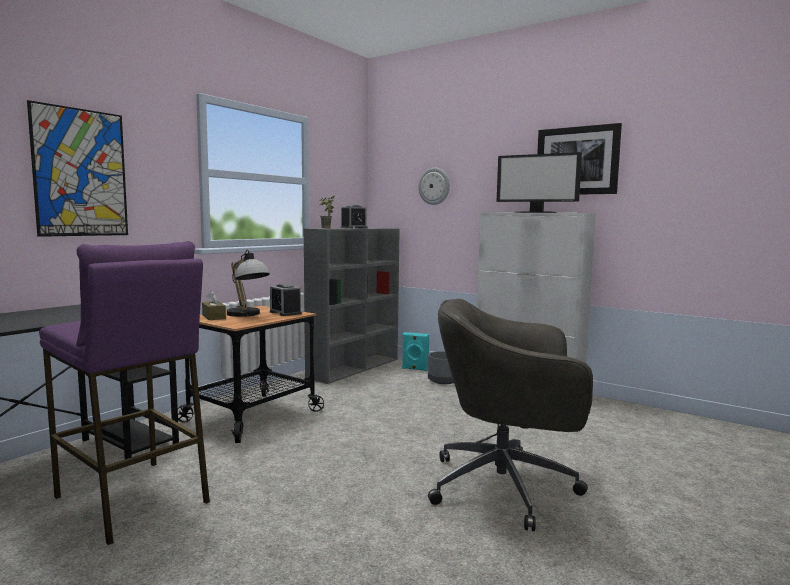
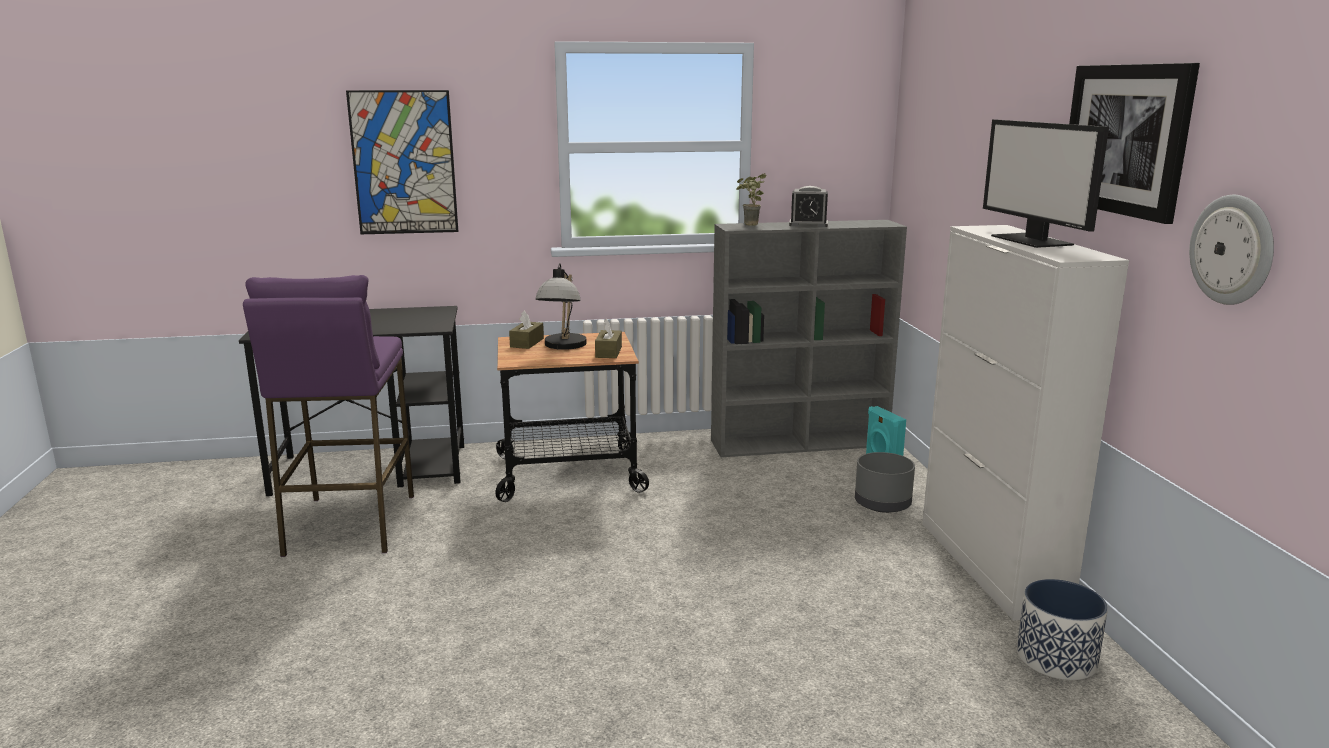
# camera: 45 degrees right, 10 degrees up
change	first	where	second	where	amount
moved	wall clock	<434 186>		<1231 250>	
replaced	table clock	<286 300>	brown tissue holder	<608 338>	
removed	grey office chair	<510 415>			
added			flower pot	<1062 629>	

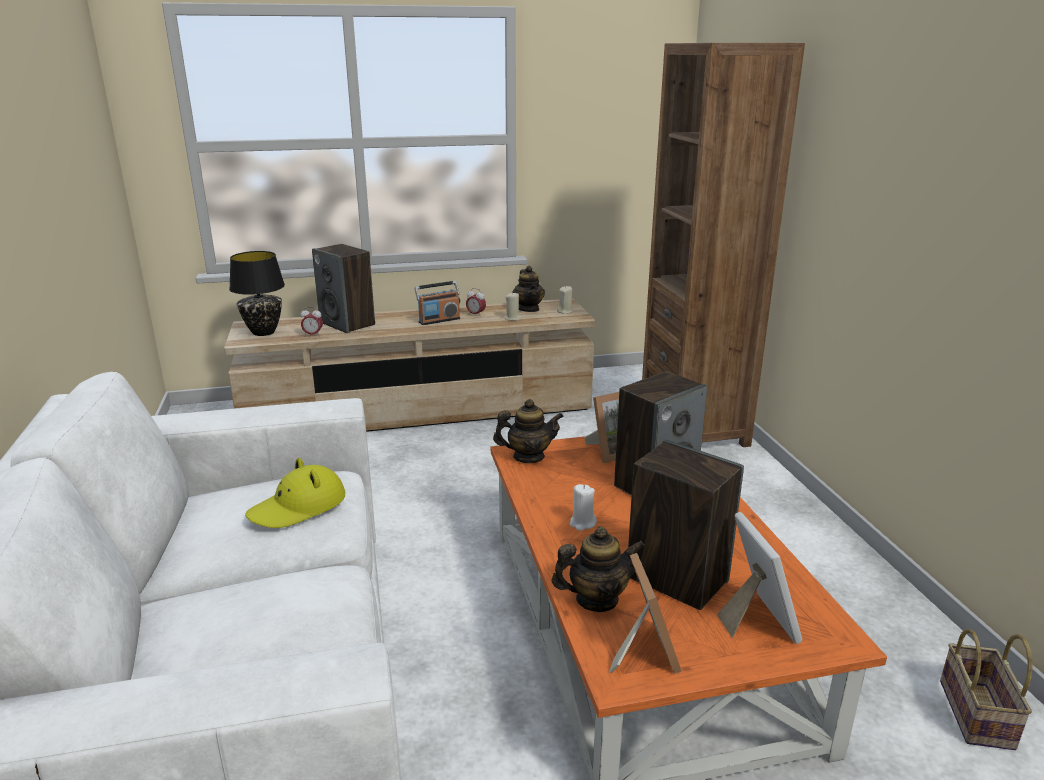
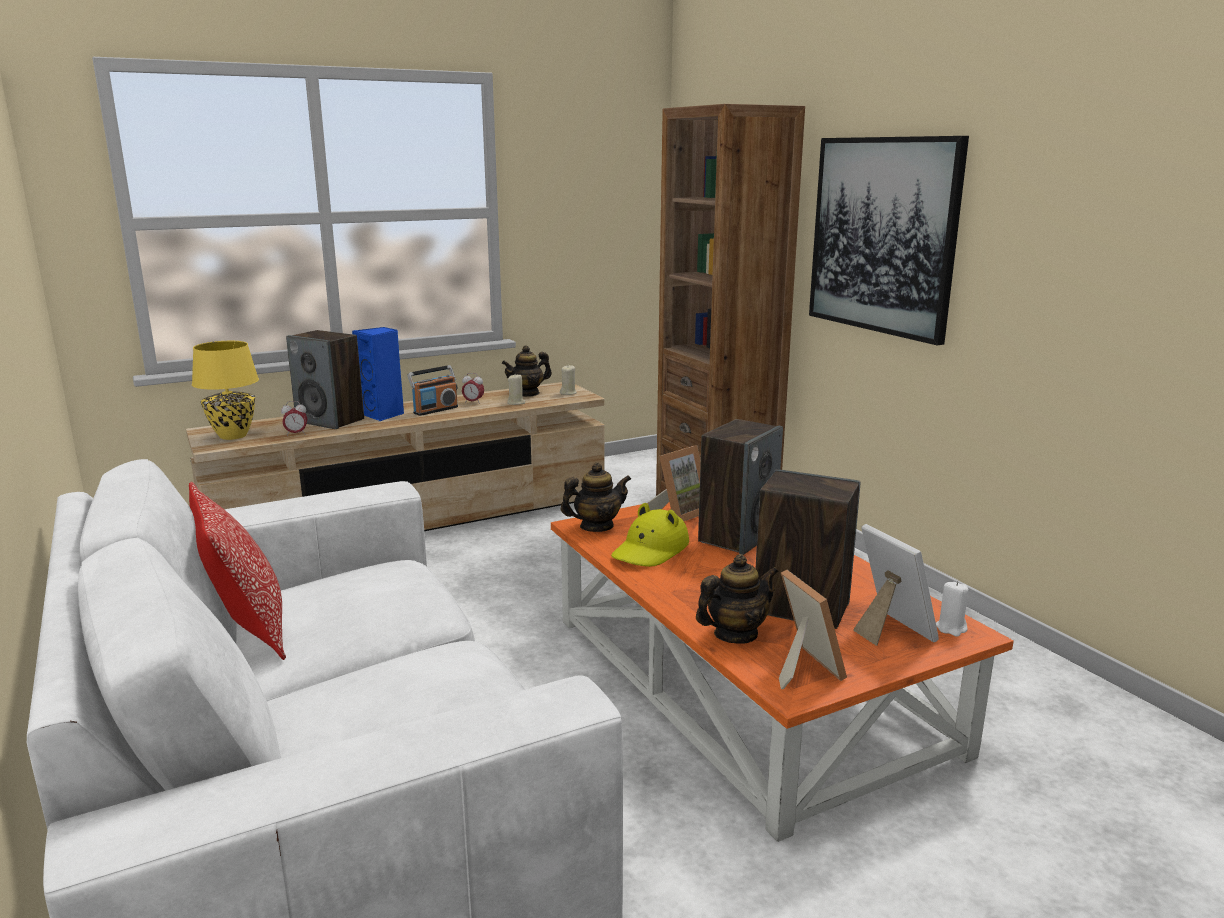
# camera: 15 degrees left, 5 degrees down
change	first	where	second	where	amount
recoloured	blackish lamp for a table	<257 293>	yellowish lamp for a table	<225 390>	
turned	tea pot	<529 289>		<527 371>	90 degrees clockwise
moved	yellowish clothing hat	<295 493>		<650 535>	
moved	white-coloured wax light	<583 507>		<952 608>	
removed	basket	<986 689>			
added			wall picture	<889 240>	
added			blue-coloured audio speaker	<378 374>	
added			cushion	<237 571>	

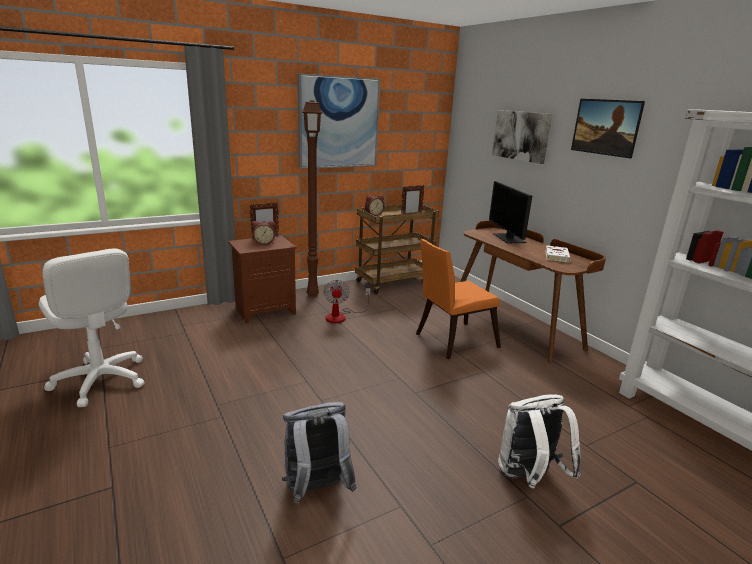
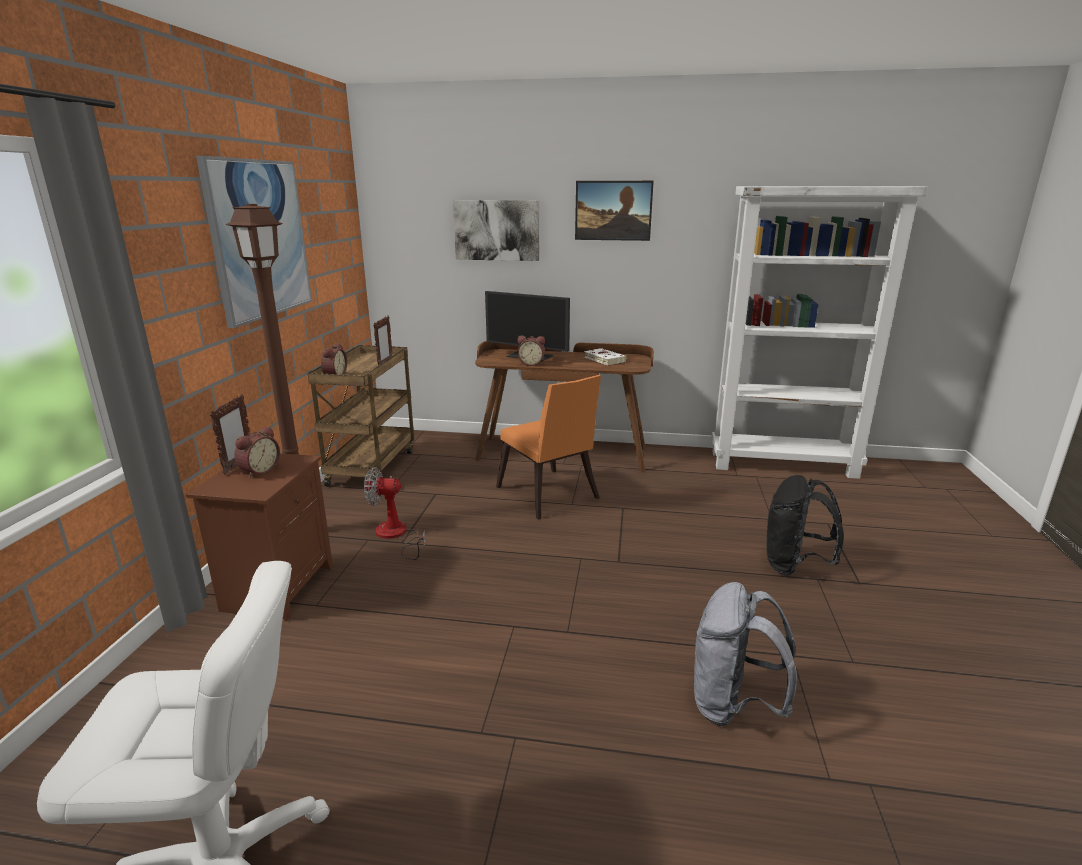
# camera: 50 degrees left, 0 degrees up
change	first	where	second	where	amount
turned	orangey plain chair	<458 299>		<548 447>	45 degrees counterclockwise
turned	cooling fan	<347 301>		<395 513>	150 degrees clockwise
recoloured	white-coloured backpack	<539 441>	blackish backpack	<805 525>	
added			table clock	<531 351>	

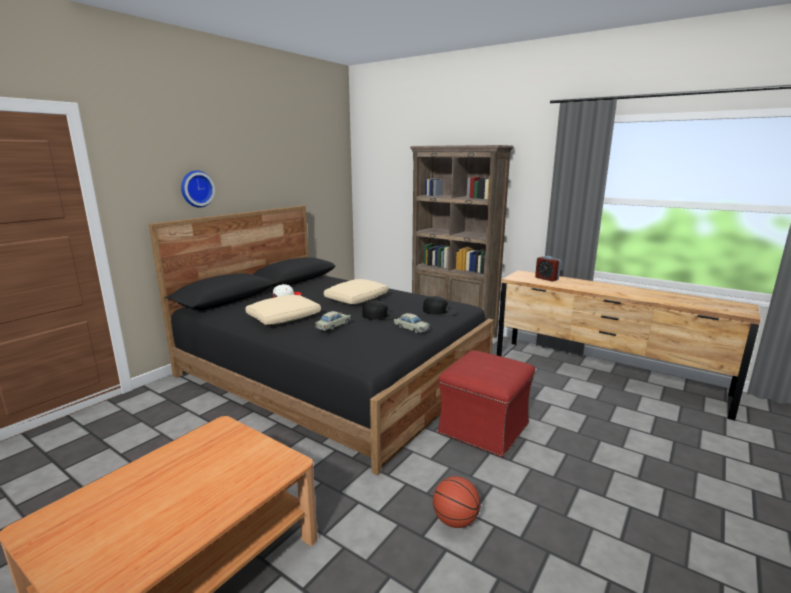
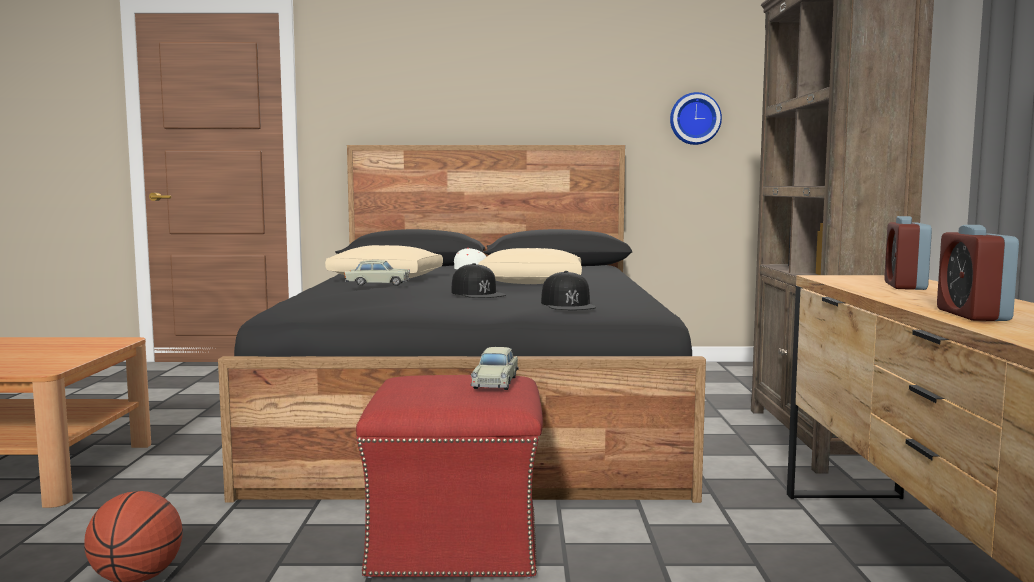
# camera: 55 degrees right, 10 degrees down
change	first	where	second	where	amount
moved	wall clock	<198 188>		<696 118>	
moved	beige toy car	<412 323>		<494 368>	
added			table clock	<978 273>	

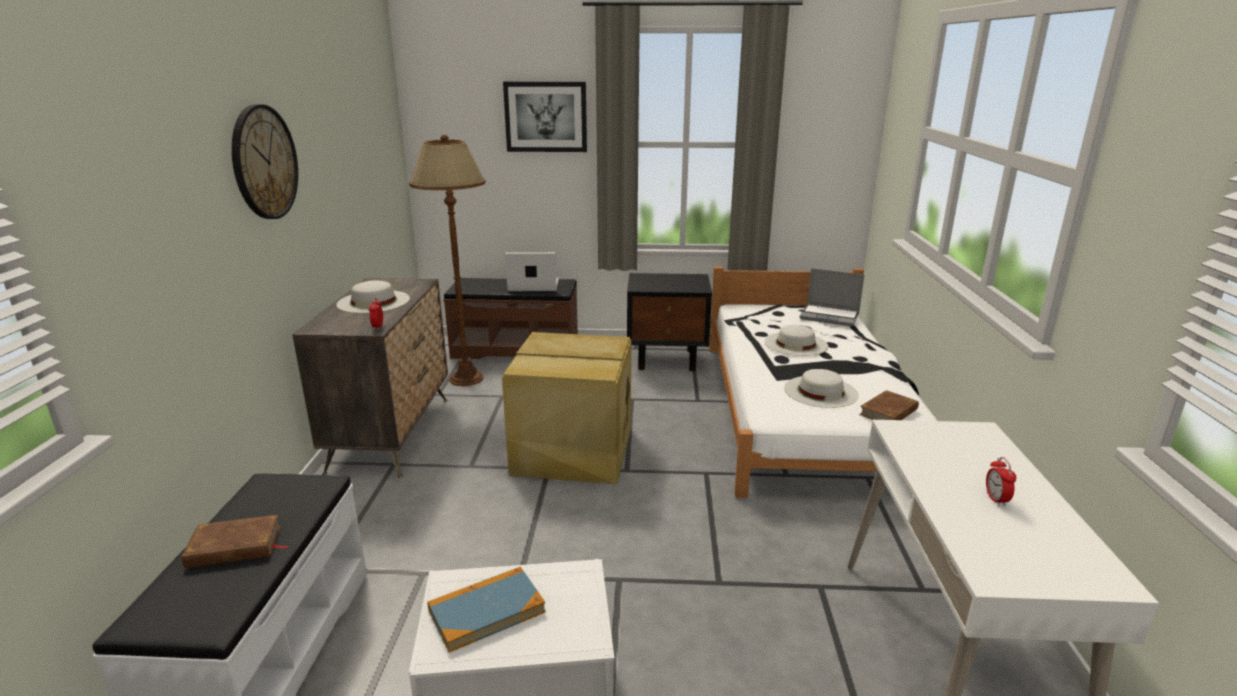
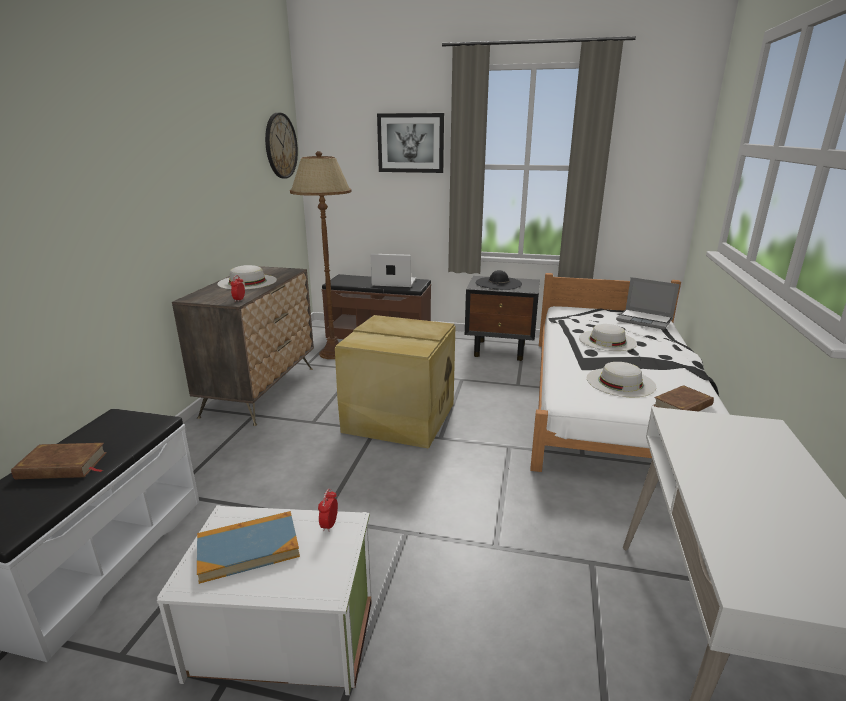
# camera: 10 degrees right, 0 degrees up
change	first	where	second	where	amount
moved	wall clock	<265 161>		<281 145>	
moved	table clock	<1001 481>		<328 510>	
added			blackish clothing hat	<499 280>	

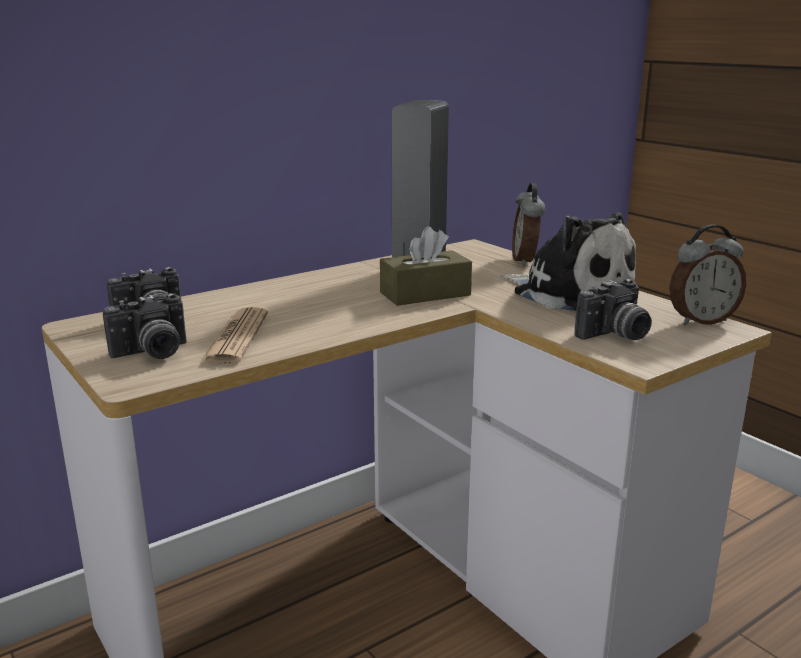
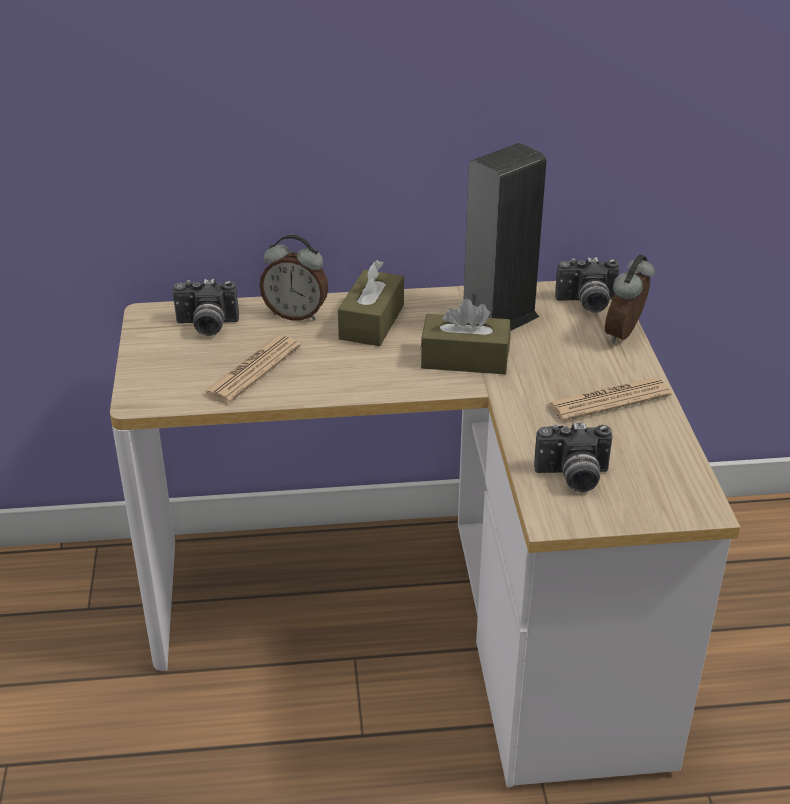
# camera: 30 degrees right, 15 degrees up
change	first	where	second	where	amount
replaced	plush toy	<569 261>	daily paper	<609 399>	
moved	table clock	<707 275>		<294 277>	
moved	photo camera	<145 326>		<587 285>	
added			brown tissue holder	<371 303>	

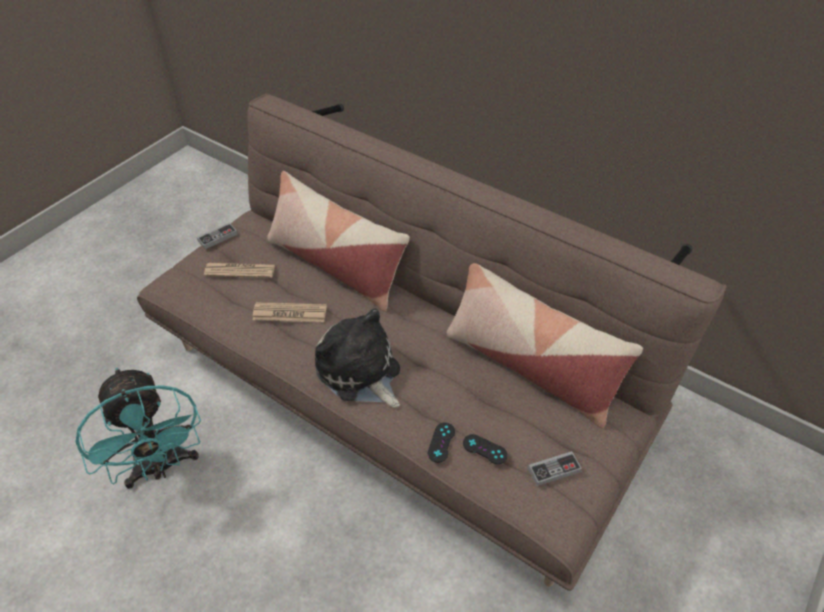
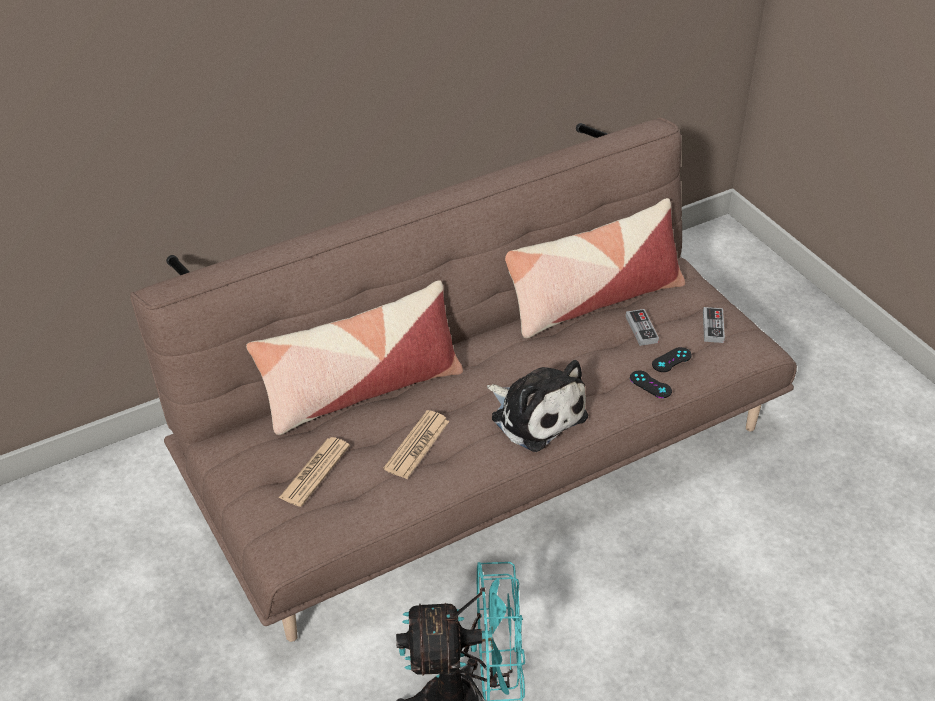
# camera: 65 degrees left, 5 degrees down
change	first	where	second	where	amount
moved	game controller	<217 236>		<642 327>	
turned	plush toy	<357 358>		<537 406>	120 degrees counterclockwise

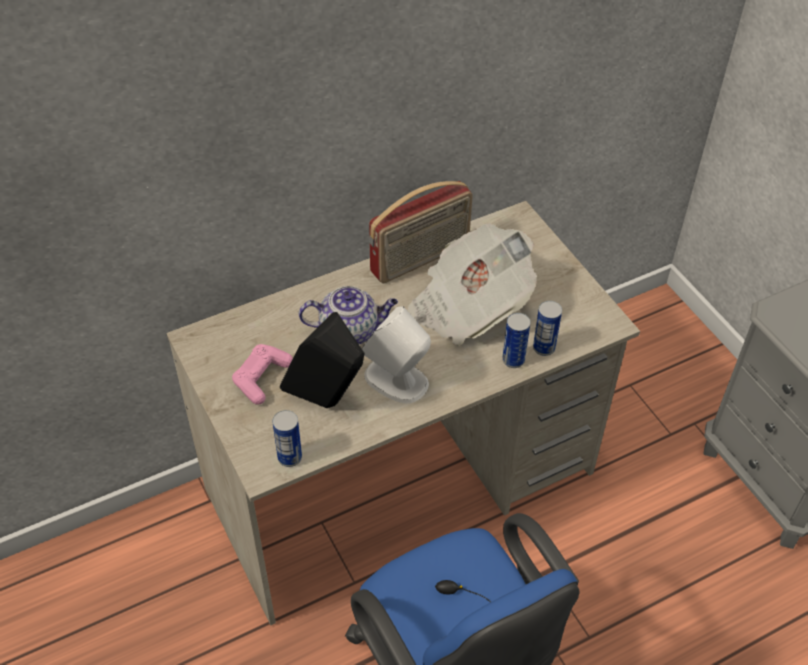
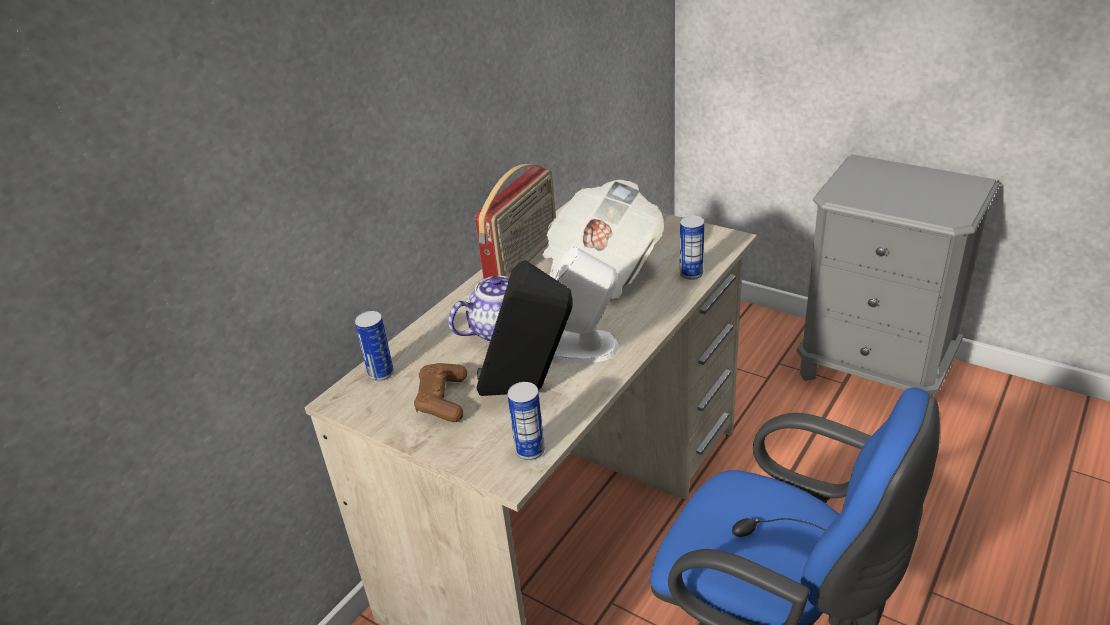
# camera: 25 degrees left, 15 degrees down
change	first	where	second	where	amount
moved	metal can	<516 340>		<374 346>	
recoloured	pinkish game controller	<262 374>	brown game controller	<440 392>	

